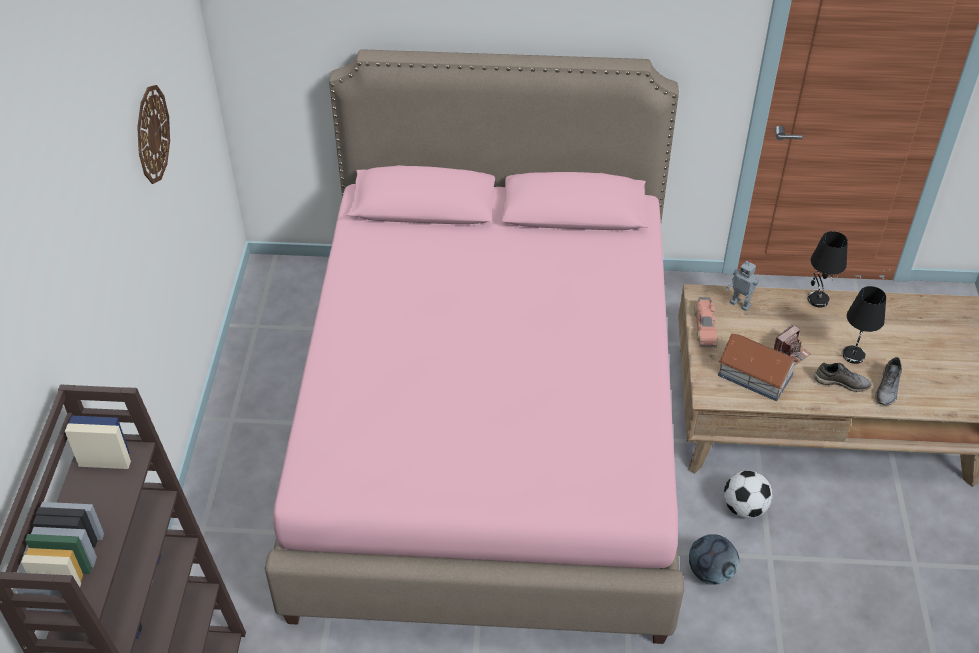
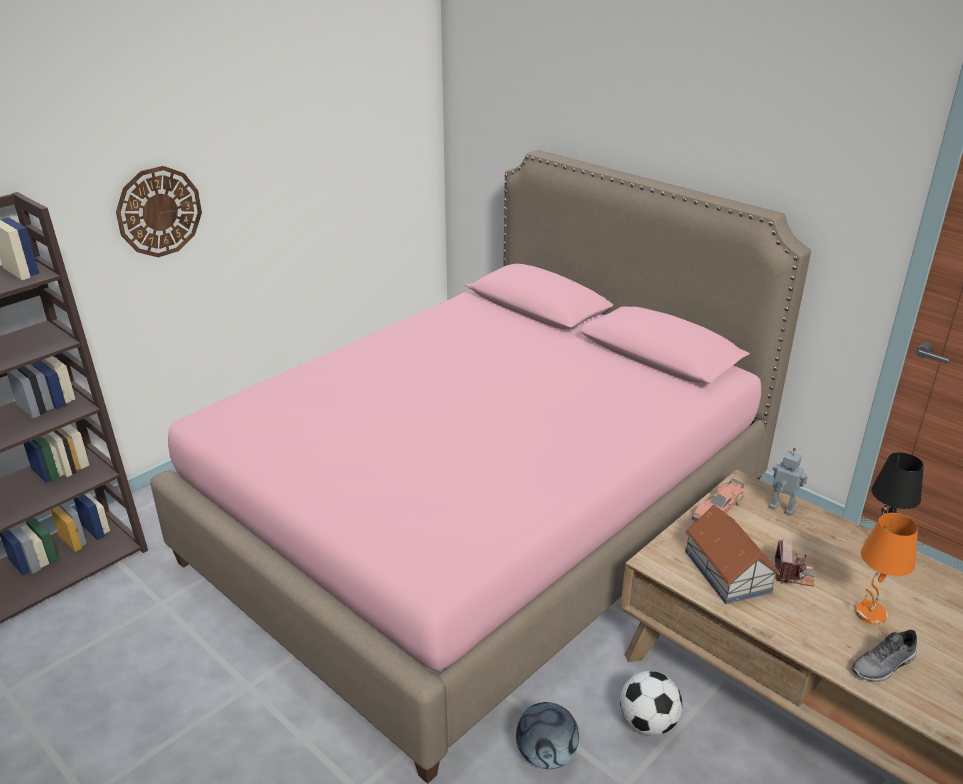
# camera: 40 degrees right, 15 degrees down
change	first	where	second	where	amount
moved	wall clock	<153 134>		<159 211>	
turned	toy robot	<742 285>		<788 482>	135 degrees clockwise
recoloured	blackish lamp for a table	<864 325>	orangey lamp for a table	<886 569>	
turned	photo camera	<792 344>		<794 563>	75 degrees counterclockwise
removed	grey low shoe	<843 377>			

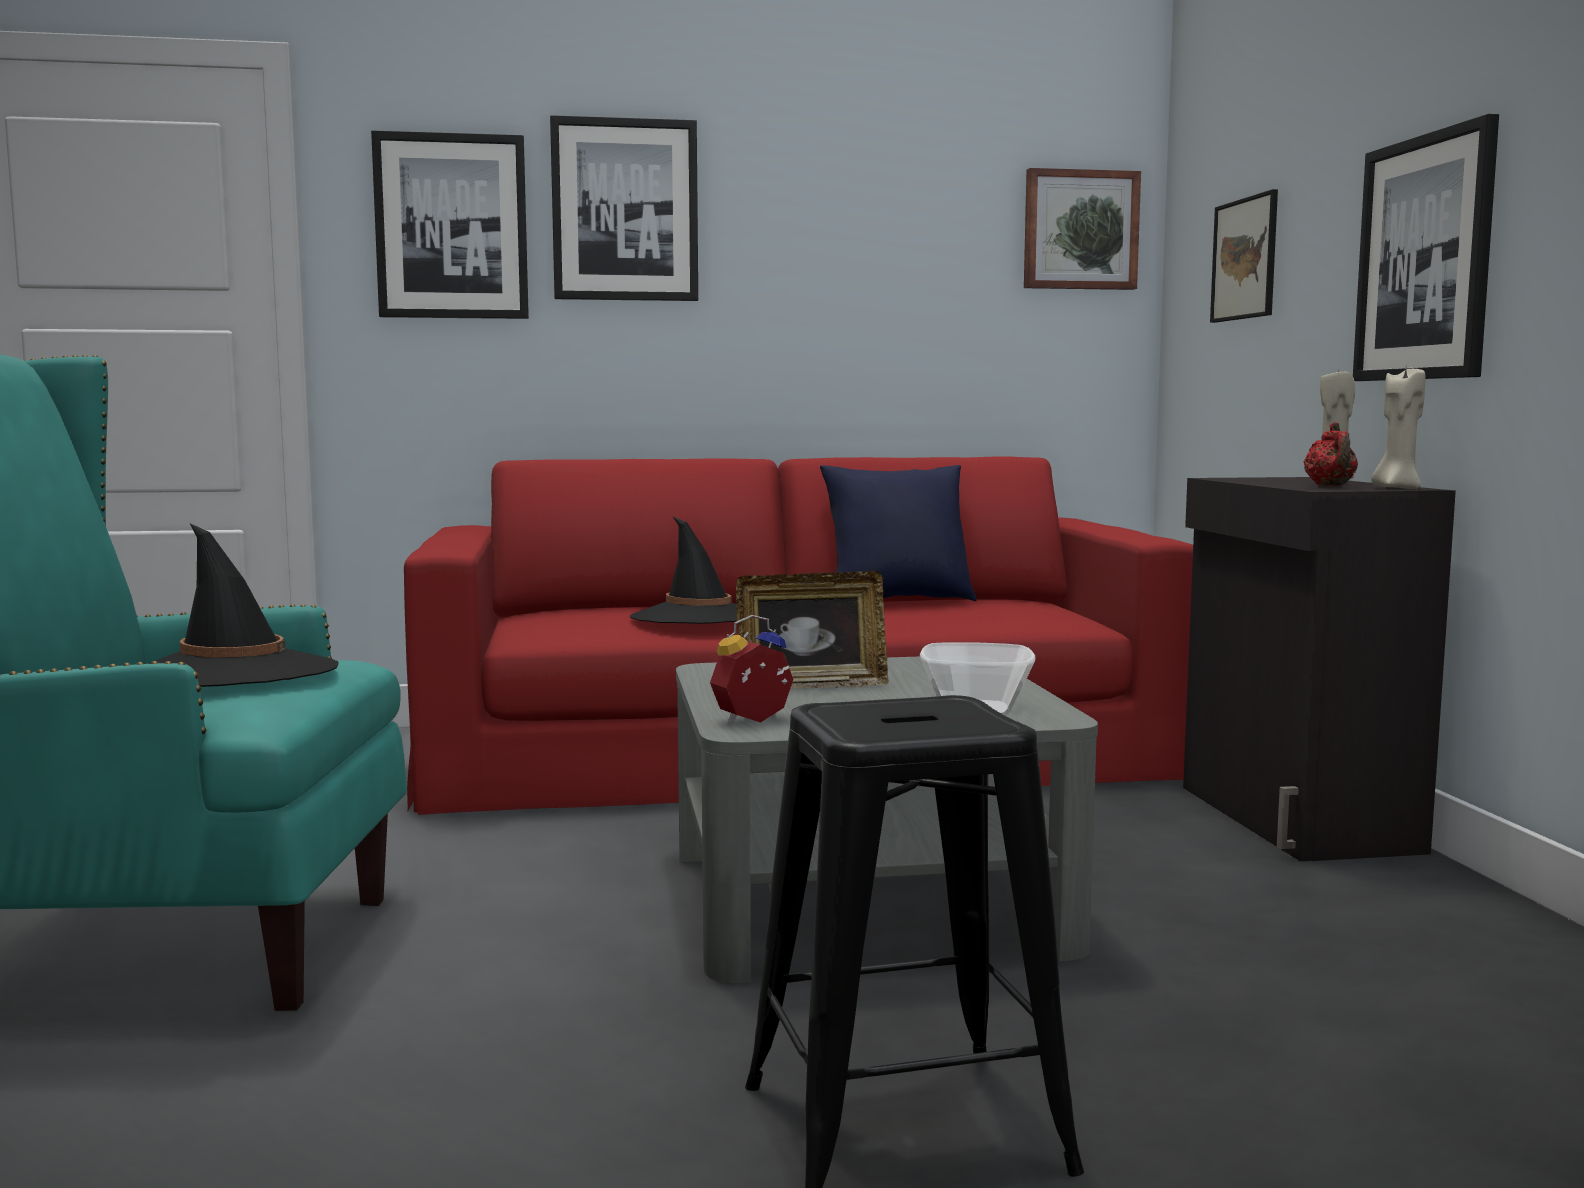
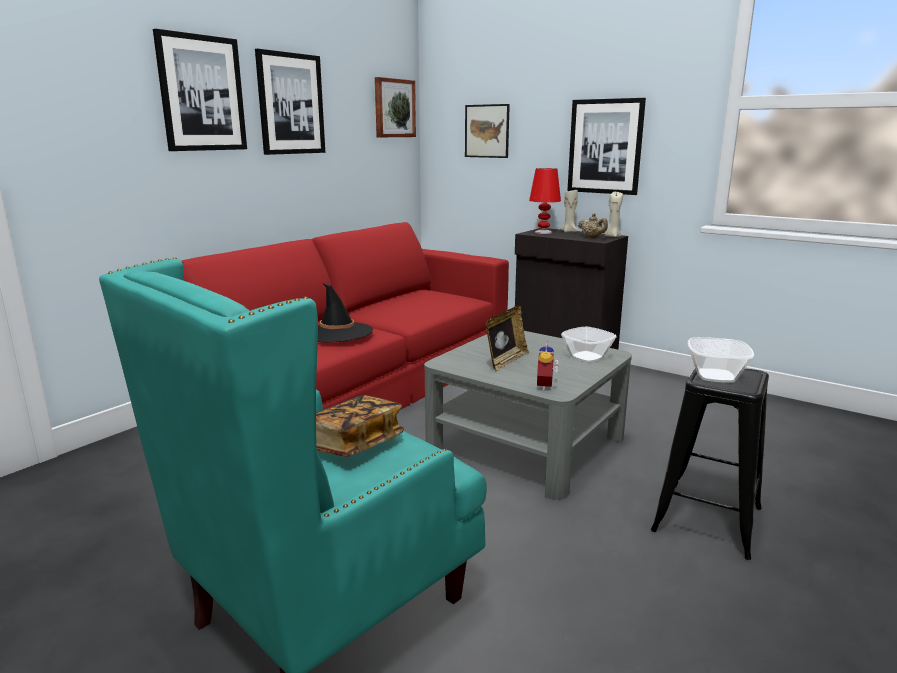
# camera: 45 degrees left, 10 degrees up
change	first	where	second	where	amount
moved	wall picture	<450 225>		<290 102>	
recoloured	red-coloured tea pot	<1331 454>	beige tea pot	<593 225>	
removed	blue-coloured cushion	<898 533>			
replaced	blackish clothing hat	<243 605>	book	<360 426>	
added			red-coloured lamp for a table	<545 201>	
added			bowl	<720 360>	

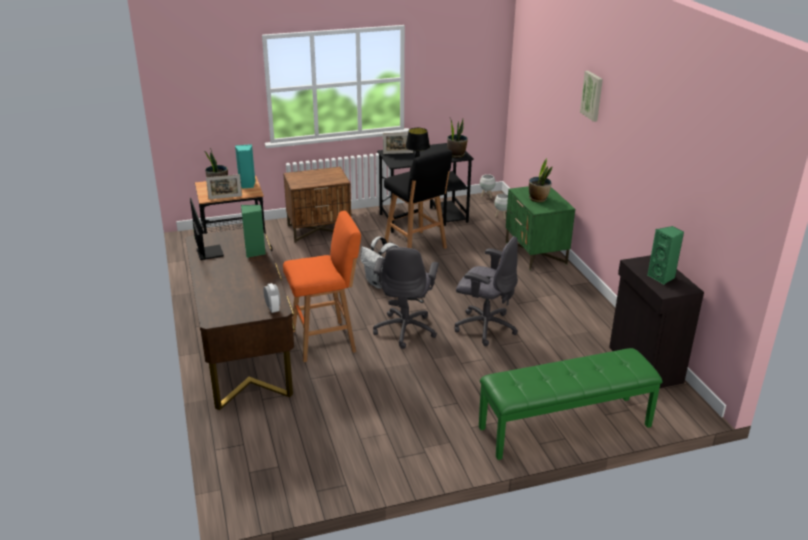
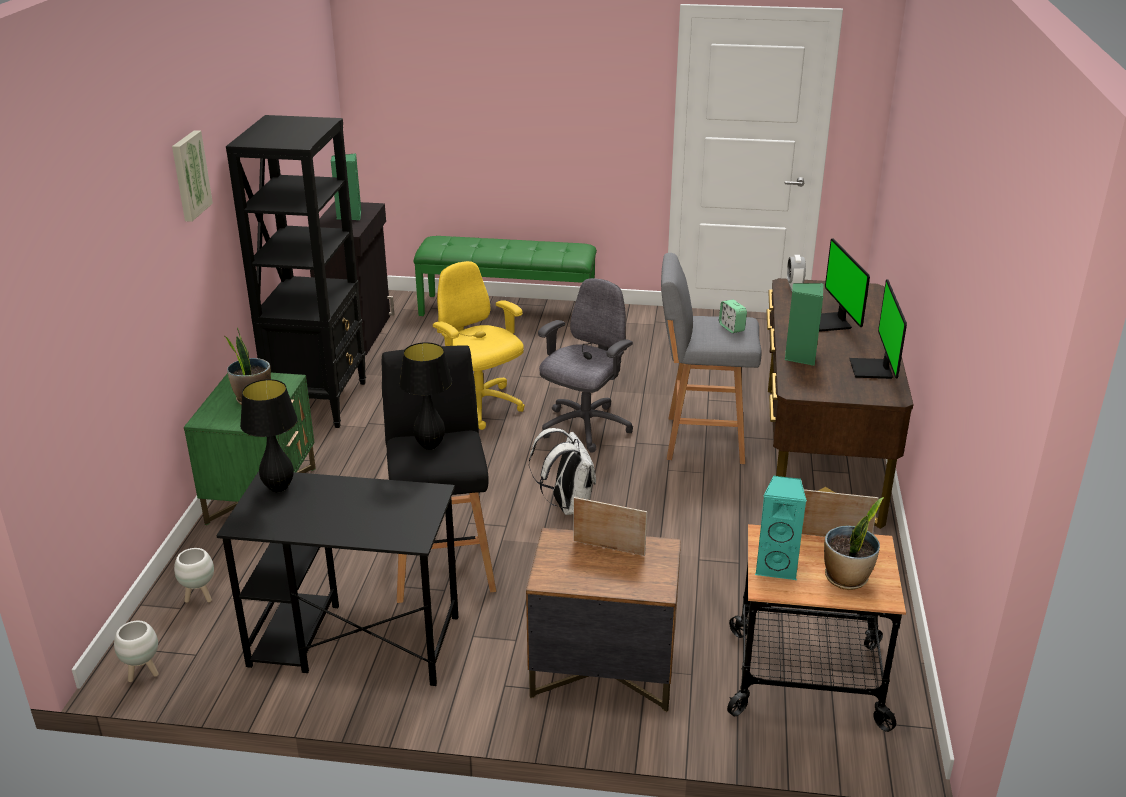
# camera: 155 degrees left, 0 degrees up
change	first	where	second	where	amount
replaced	houseplant	<457 138>	blackish lamp for a table	<269 435>	
moved	photo frame	<398 143>		<610 526>	
recoloured	orangey sitting stool	<322 286>	grey sitting stool	<711 358>	
recoloured	grey office chair	<486 291>	yellowish office chair	<479 345>	
added			blackish bookshelf	<296 271>	
added			computer screen	<844 285>	
added			table clock	<733 316>	

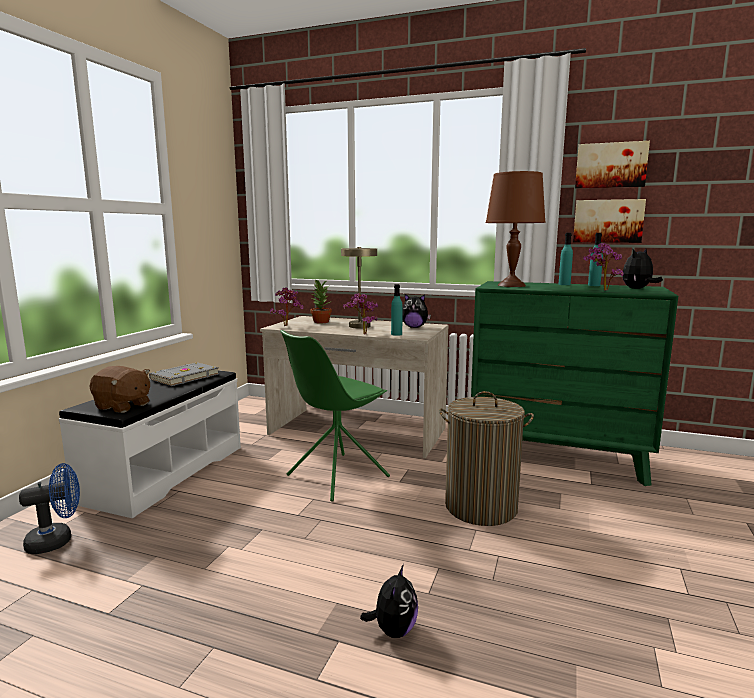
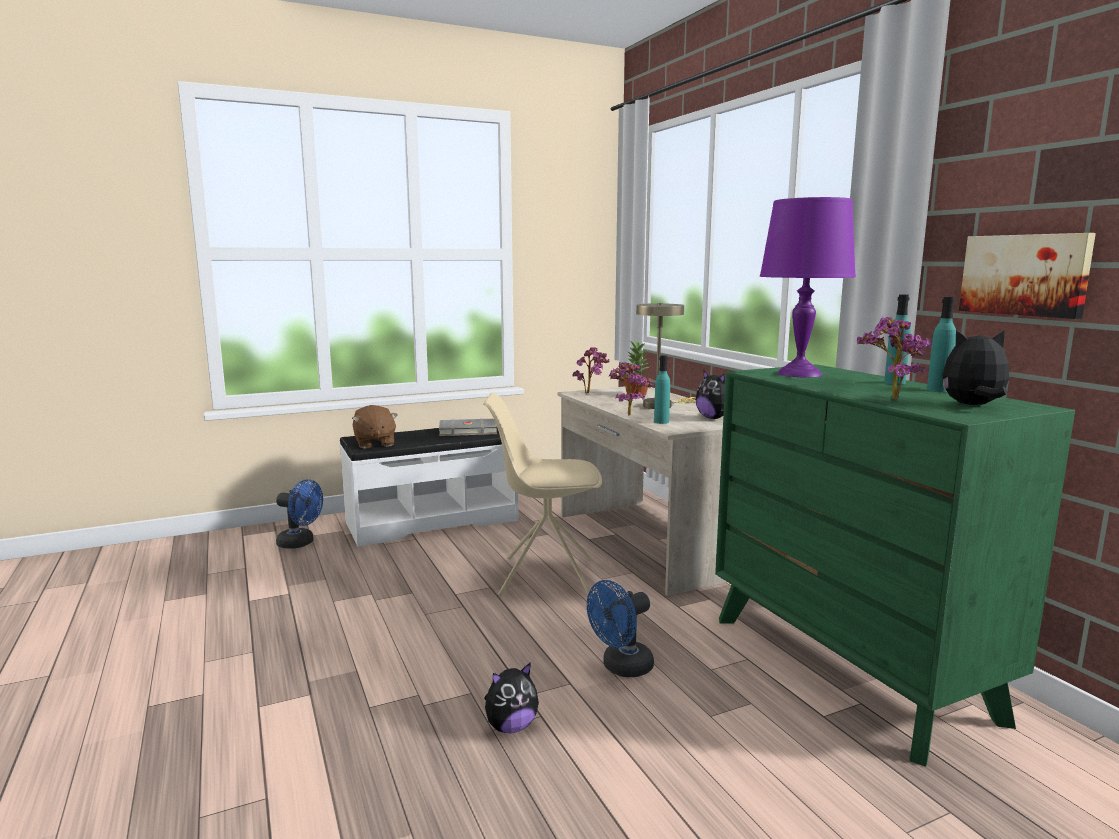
# camera: 45 degrees right, 0 degrees up
change	first	where	second	where	amount
removed	wall picture	<612 164>			
recoloured	brown lamp for a table	<516 229>	purple-coloured lamp for a table	<808 287>	
recoloured	green plain chair	<335 415>	beige plain chair	<542 494>	
replaced	hamper	<486 458>	blue-coloured cooling fan	<620 628>	
moved	plush toy	<389 601>		<511 697>	

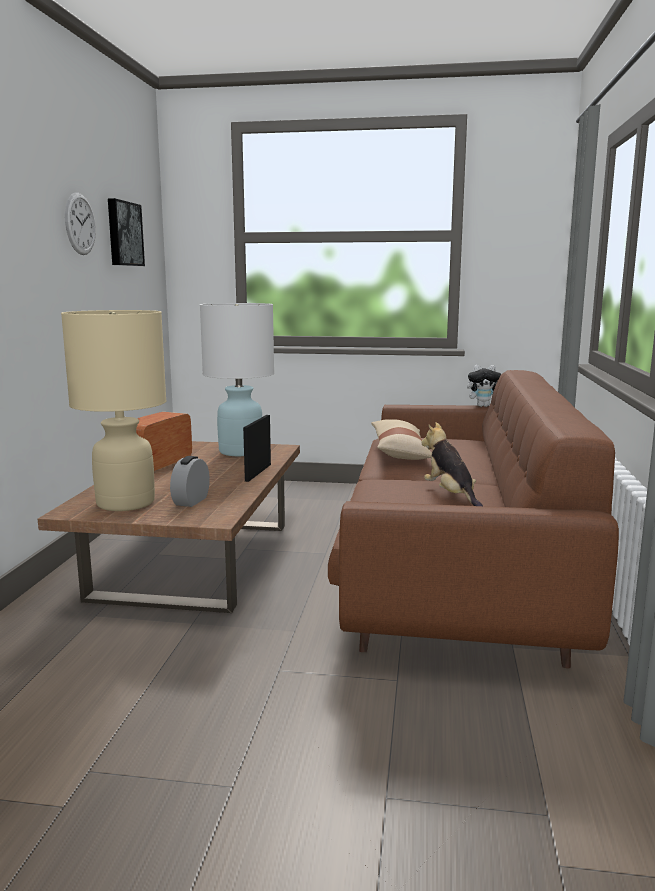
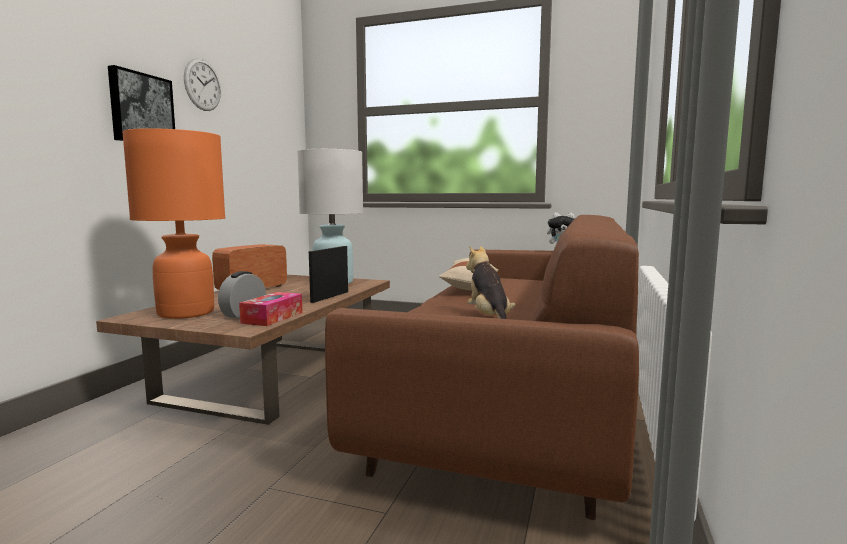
# camera: 10 degrees right, 5 degrees down
change	first	where	second	where	amount
moved	wall picture	<126 232>		<141 103>	
recoloured	beige lamp for a table	<114 410>	orangey lamp for a table	<173 223>	
added			tissue holder	<271 309>	

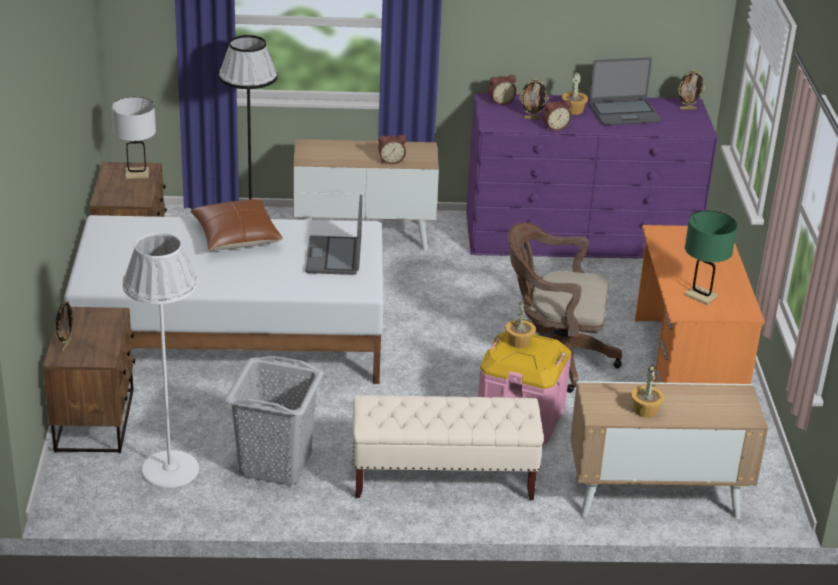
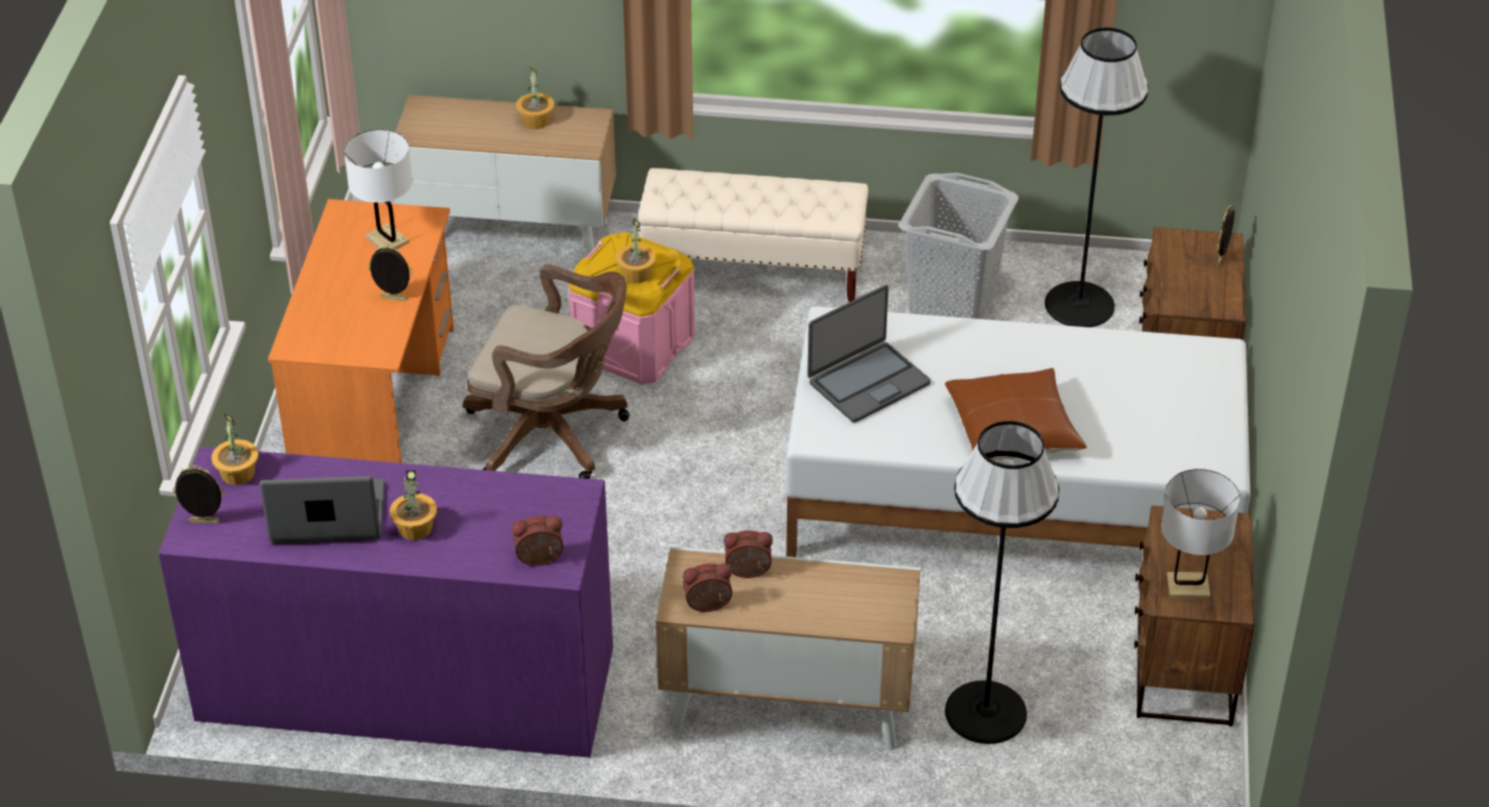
# camera: 170 degrees left, 10 degrees up
change	first	where	second	where	amount
moved	photo frame	<534 99>		<390 272>	
moved	table clock	<557 115>		<707 587>	
turned	laptop	<334 234>		<868 354>	45 degrees clockwise
recoloured	green lamp for a table	<711 258>	white-coloured lamp for a table	<378 189>	
recoloured	white-coloured standing lamp	<160 360>	blackish standing lamp	<1097 177>	
added			houseplant	<234 449>	

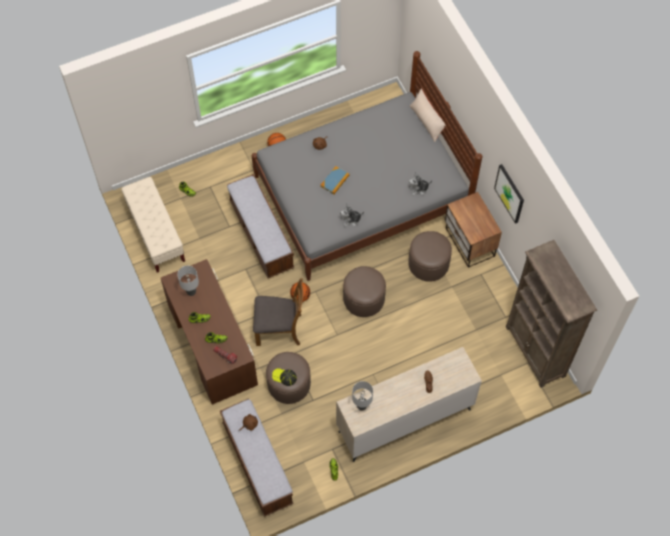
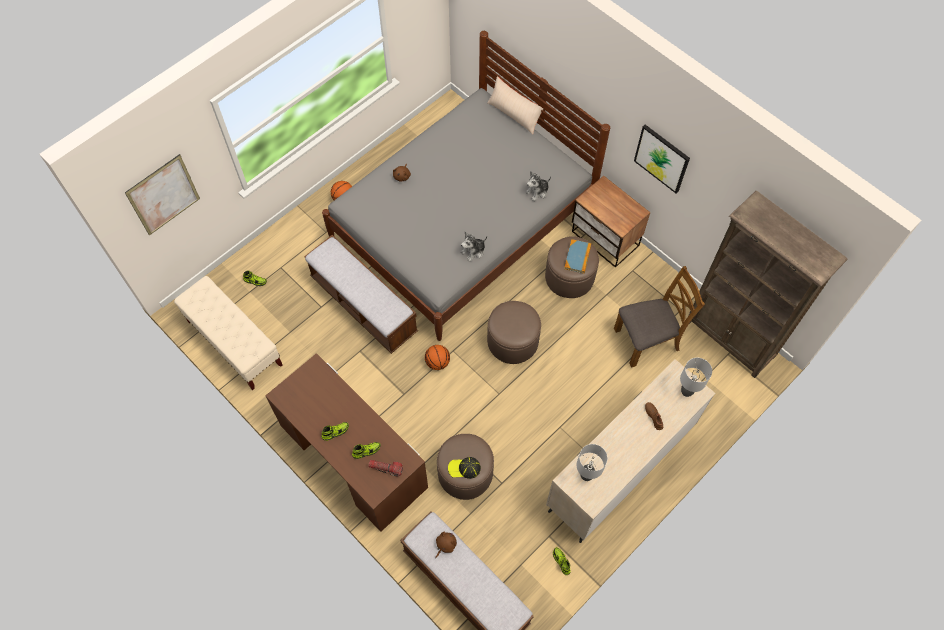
# camera: 20 degrees left, 0 degrees up
change	first	where	second	where	amount
moved	book	<334 180>		<577 256>	
moved	grey lamp for a table	<188 281>		<696 377>	
moved	brown plain chair	<278 312>		<659 317>	
added			wall picture	<162 195>	

